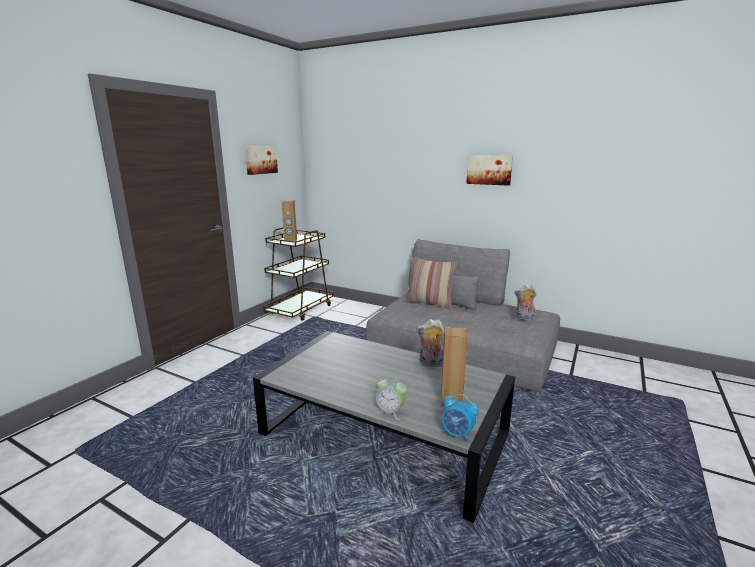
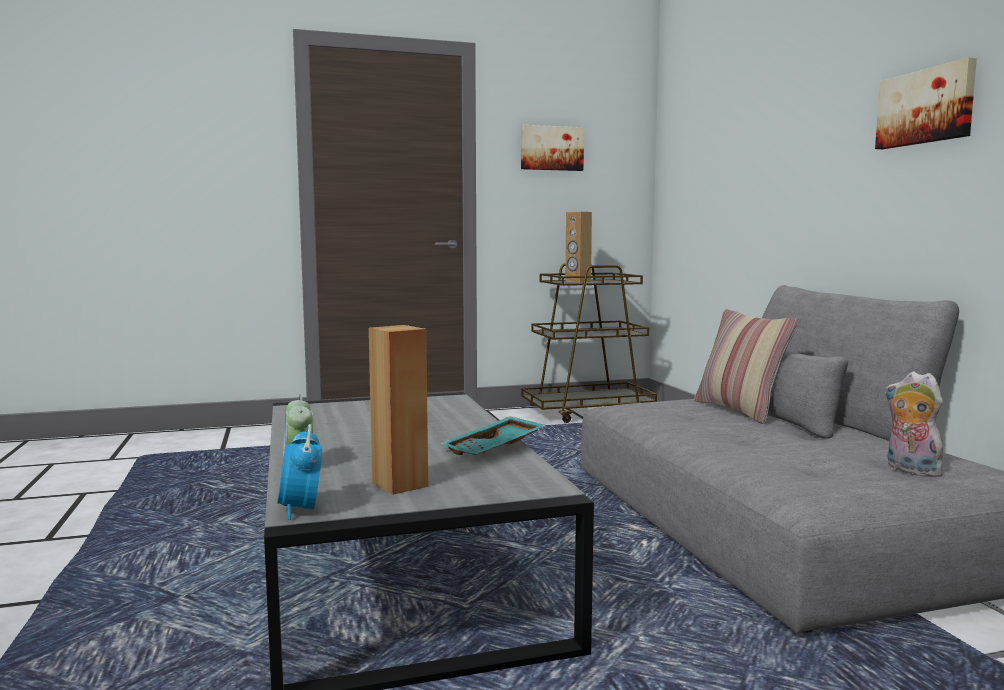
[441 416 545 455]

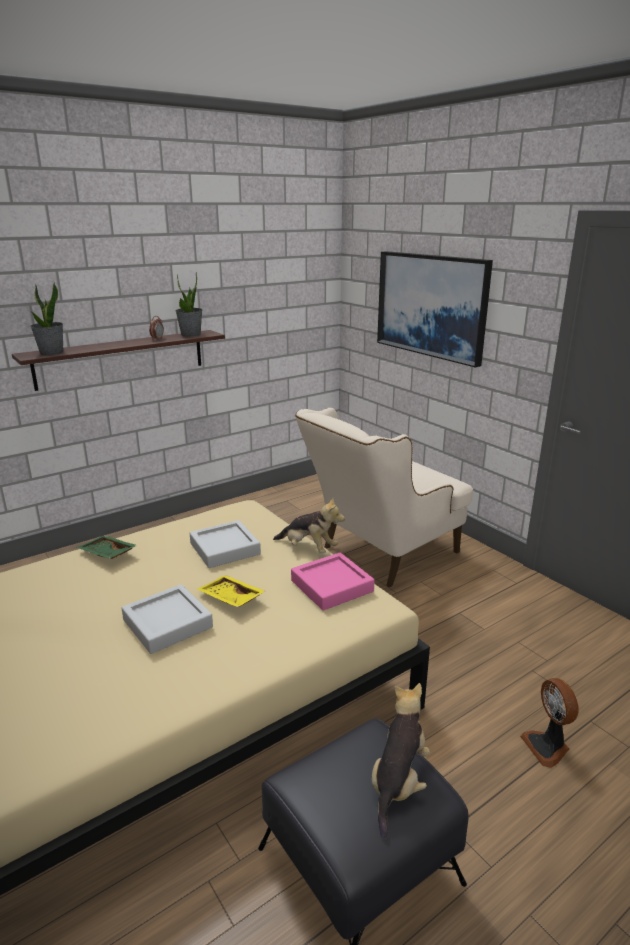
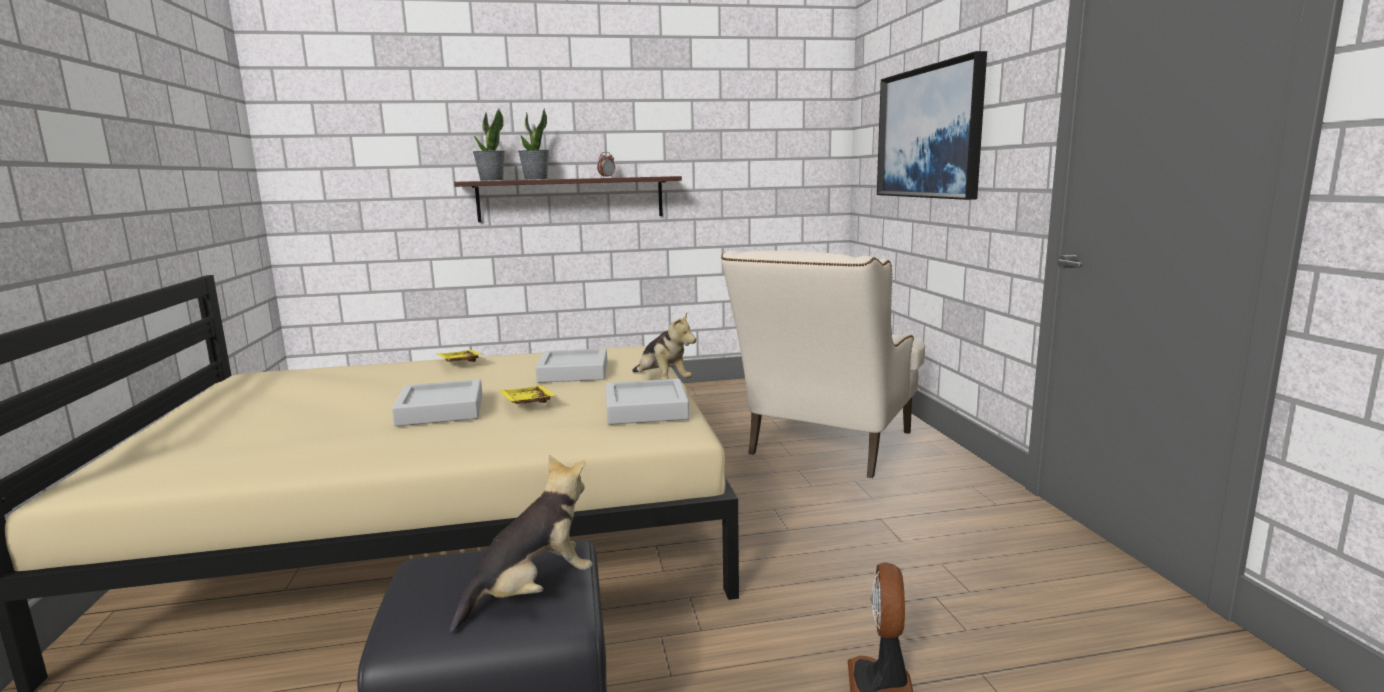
[437 350 483 362]
[518 108 549 180]
[606 379 689 425]
[721 251 925 478]

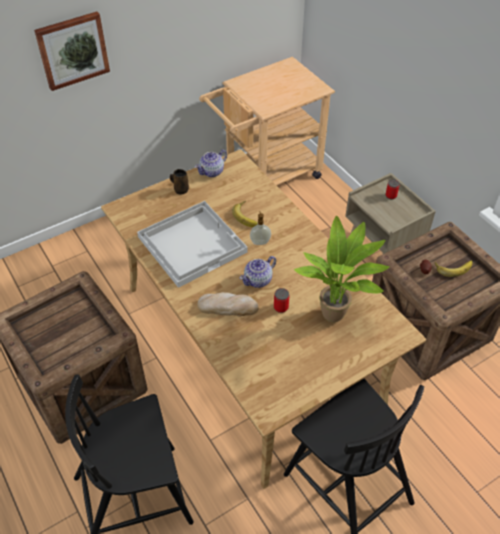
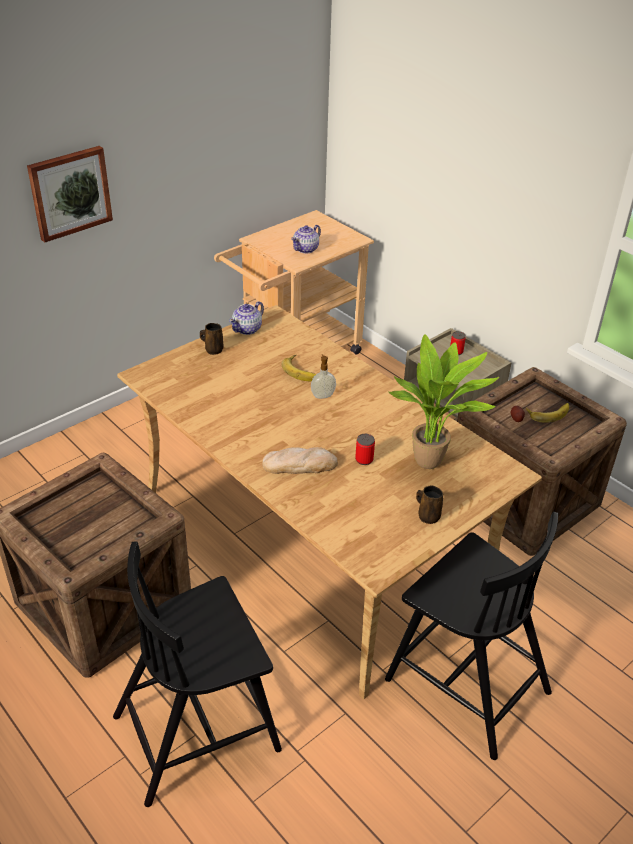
[291 225 321 254]
[416 485 443 524]
[137 201 248 288] (first image)

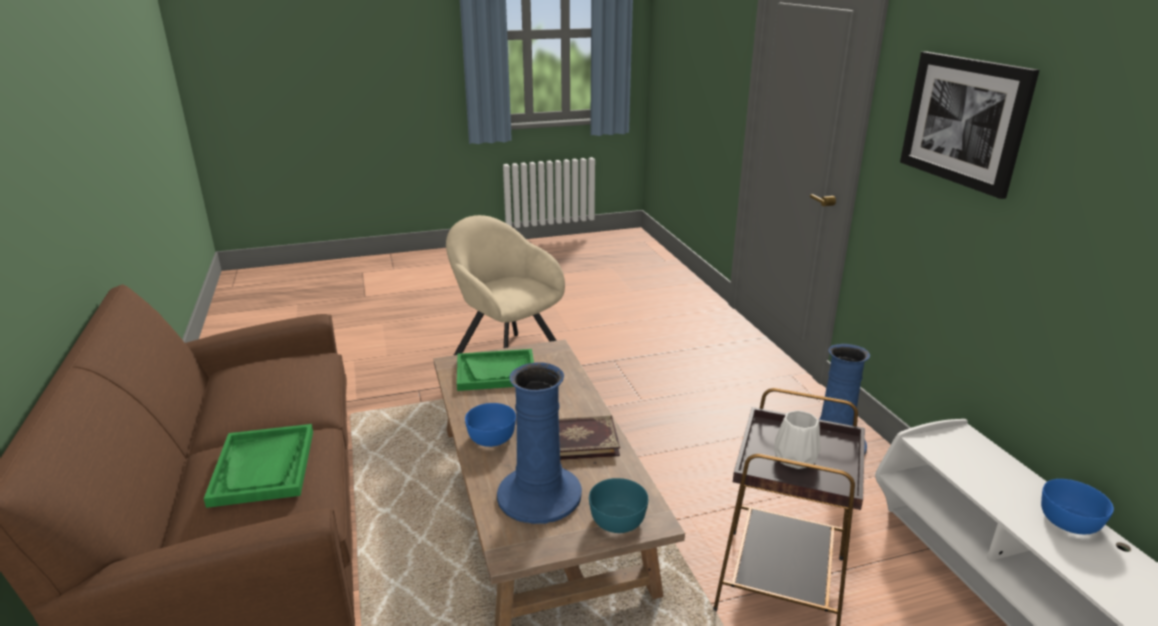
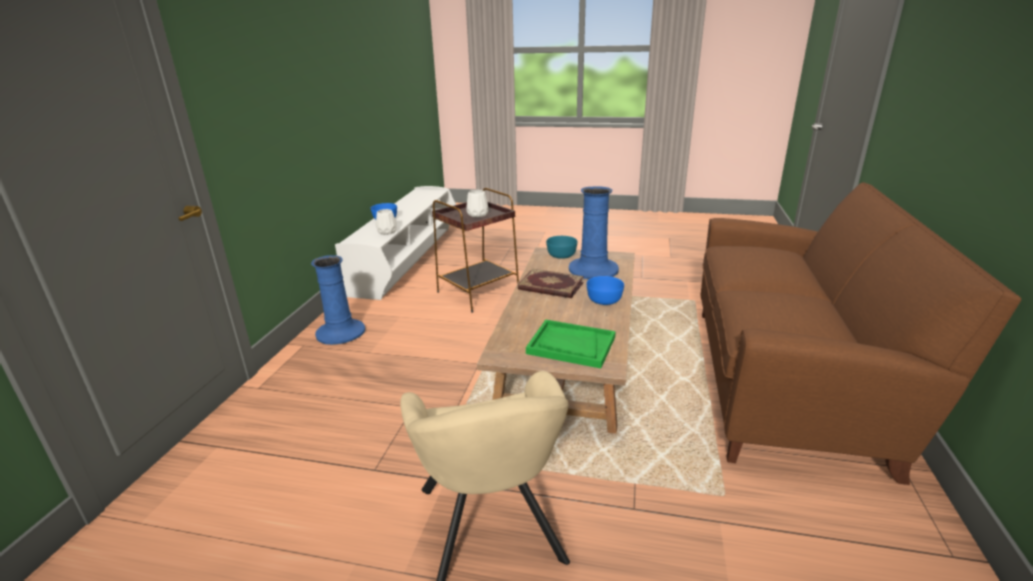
[376 209 397 235]
[204 424 313 508] (first image)
[900 51 1040 199] (first image)

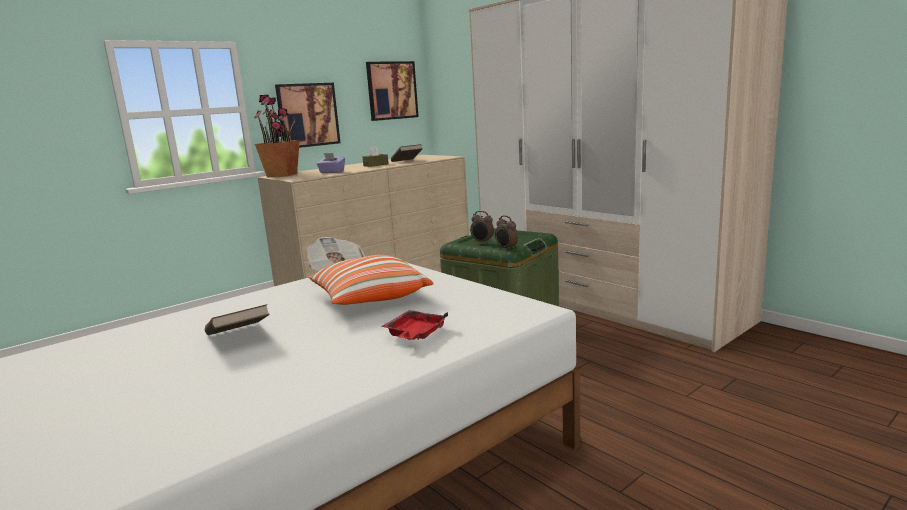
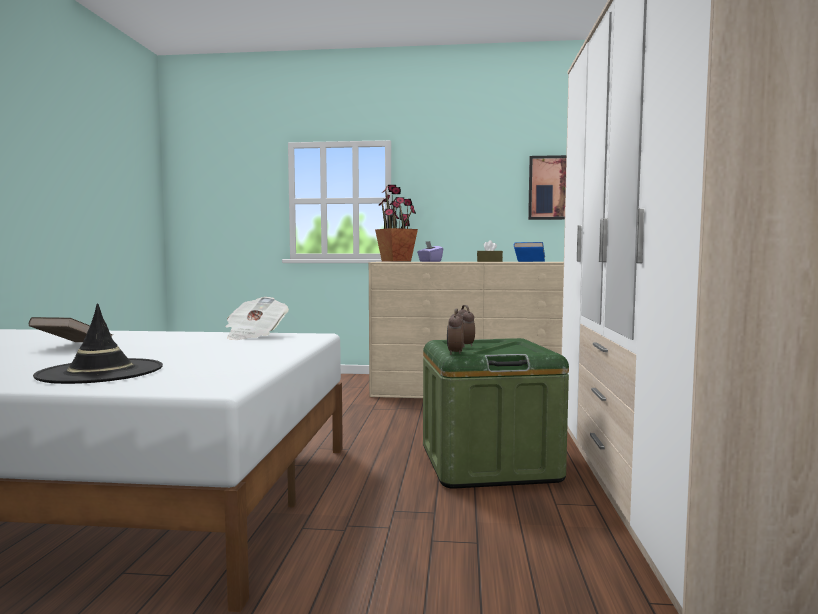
[33 303 163 384]
[514 242 545 262]
[275 83 341 148] (first image)
[308 255 434 305] (first image)

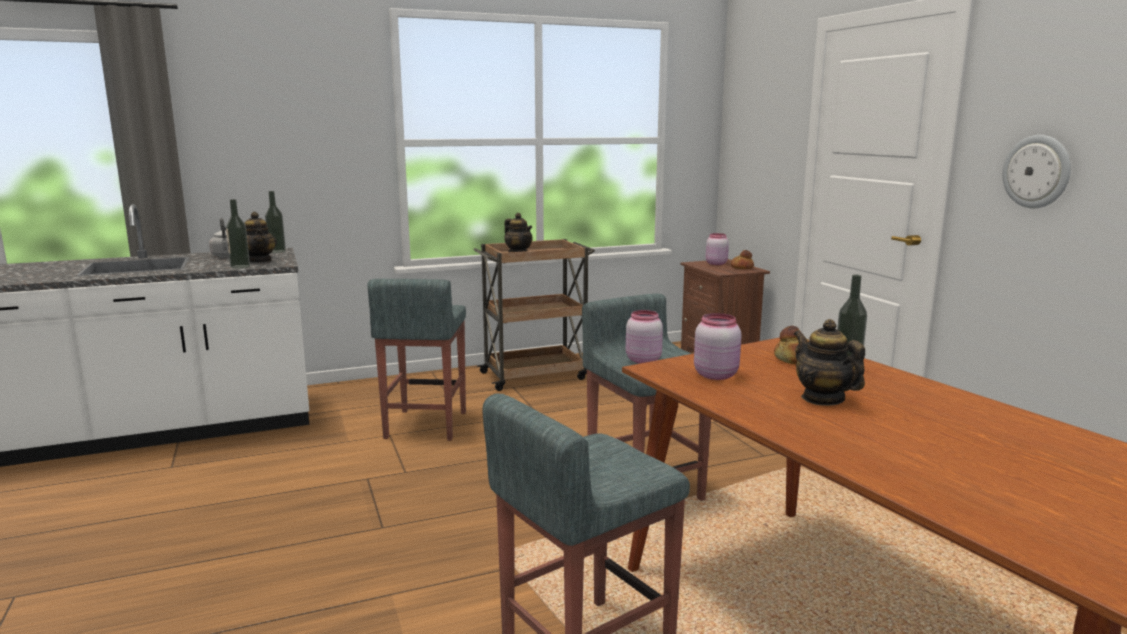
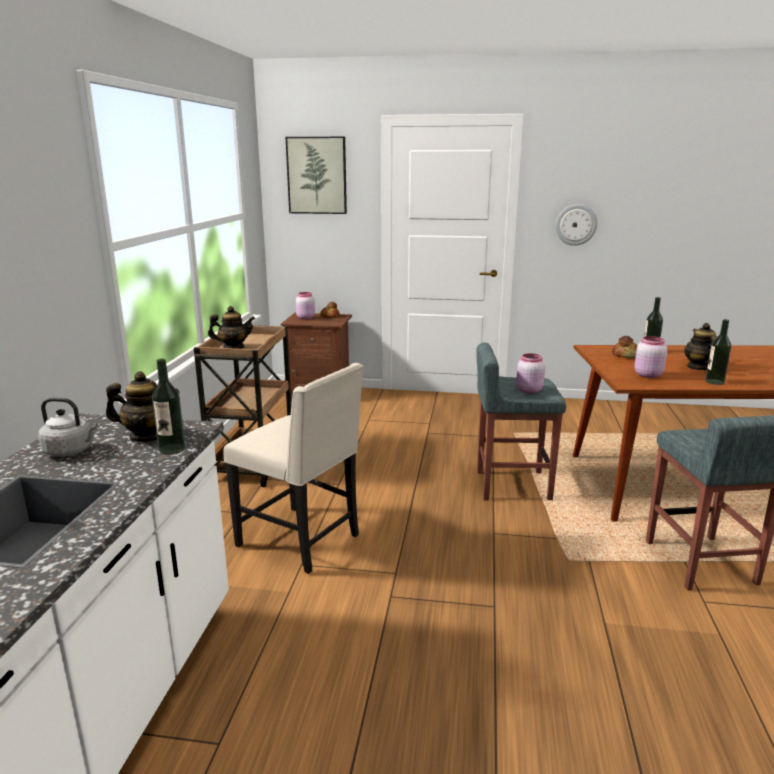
[223 363 363 574]
[285 137 347 214]
[684 323 717 370]
[705 319 731 385]

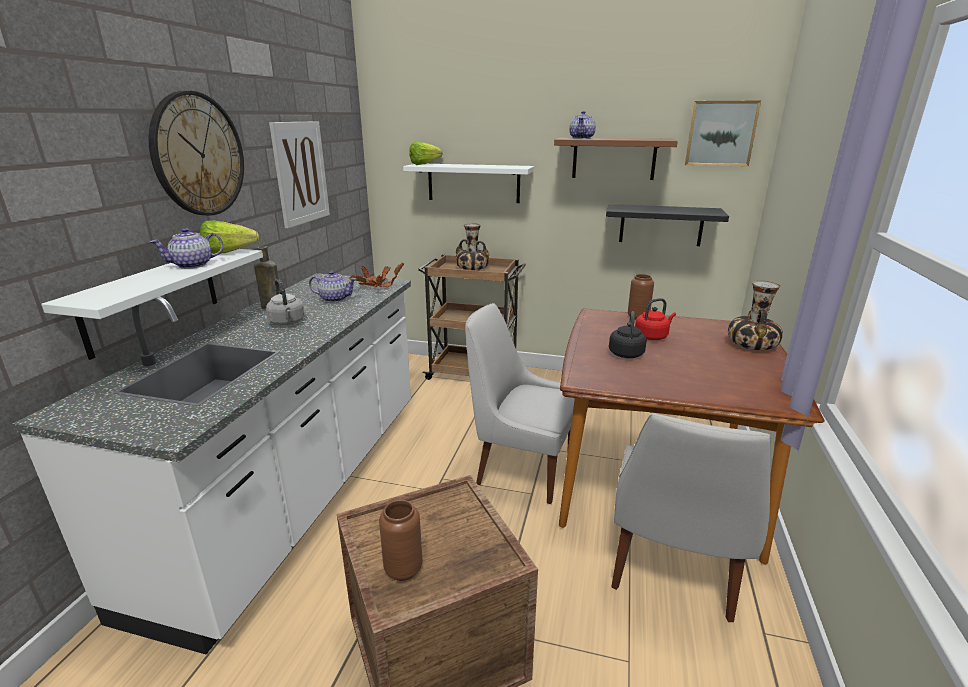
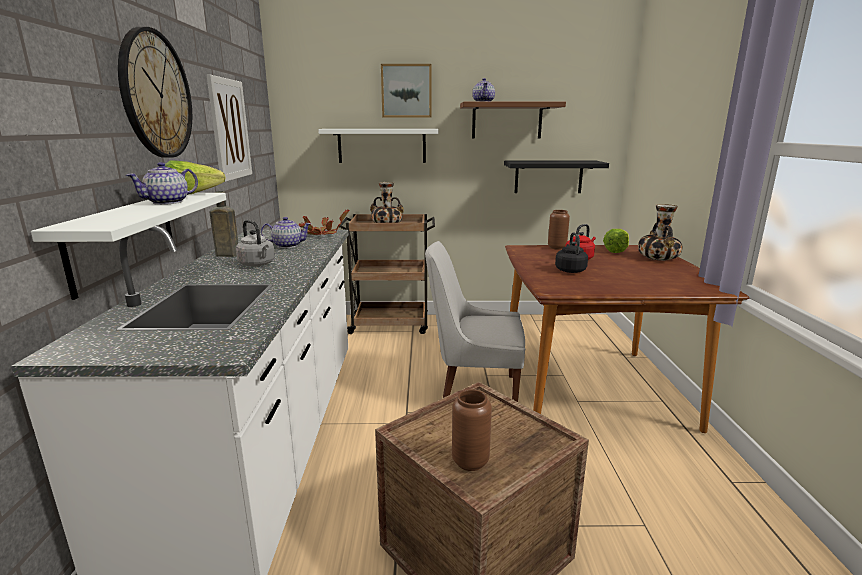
[381 64 431 118]
[603 229 629 253]
[611 414 771 622] (first image)

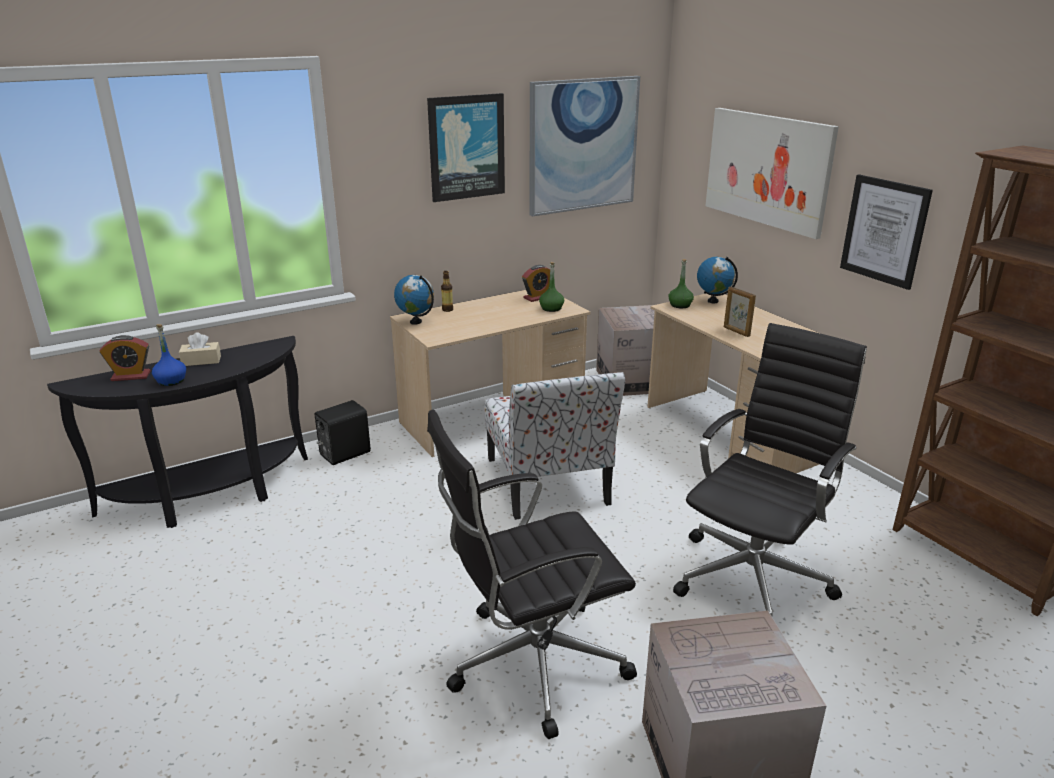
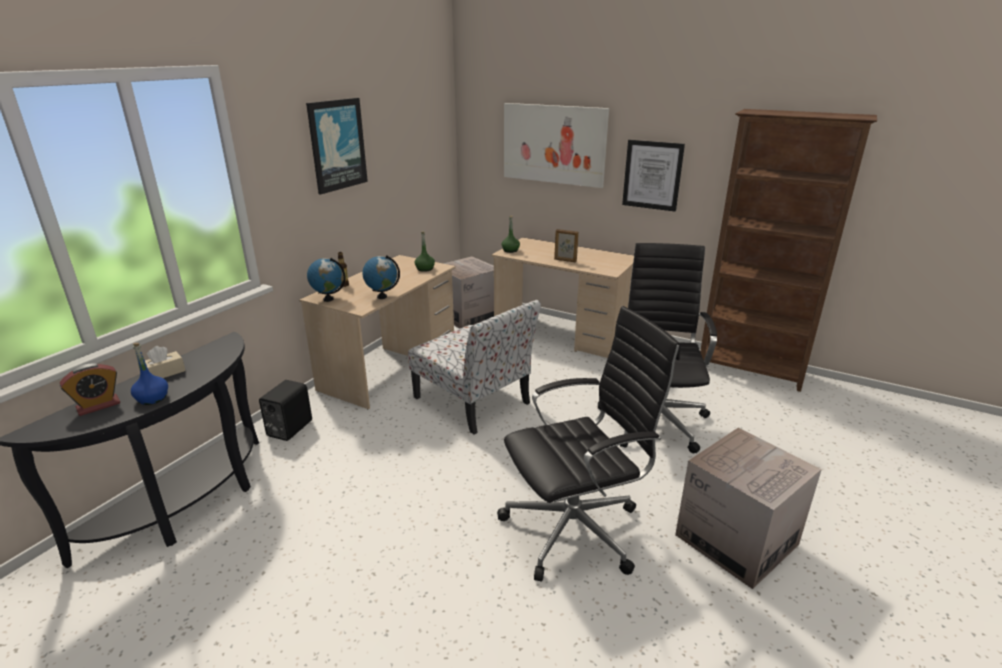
[362 255 400 299]
[497 306 680 581]
[522 265 550 302] (first image)
[530 76 640 216] (first image)

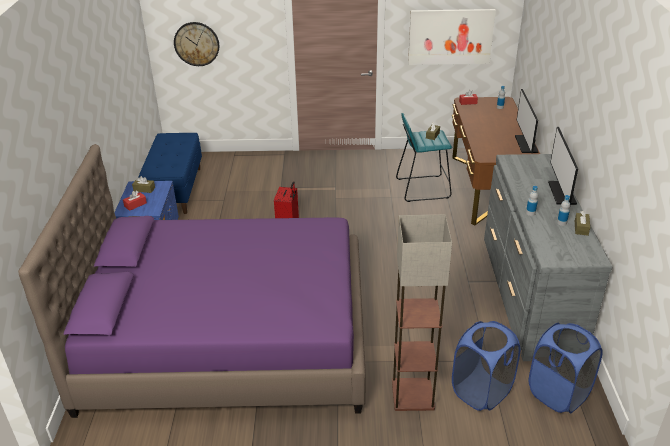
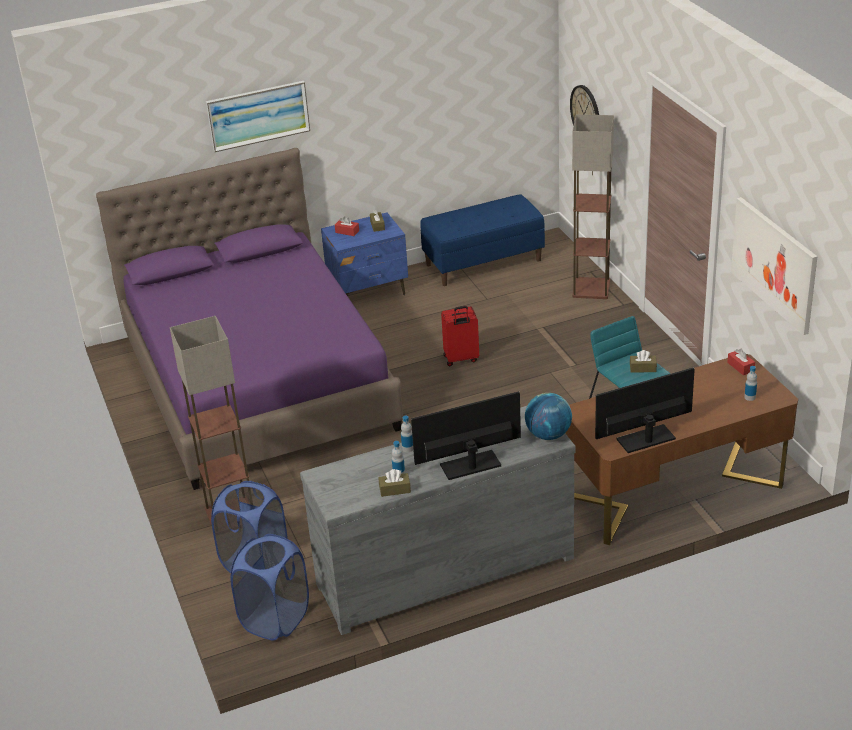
[206 81 310 152]
[525 393 572 440]
[572 114 614 299]

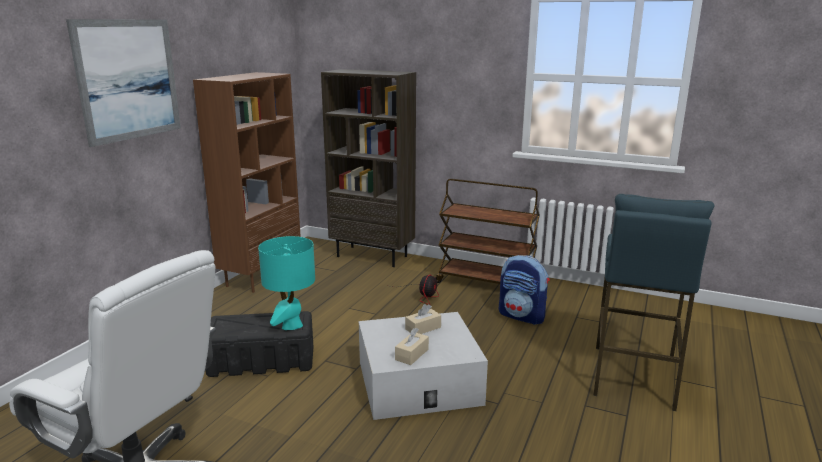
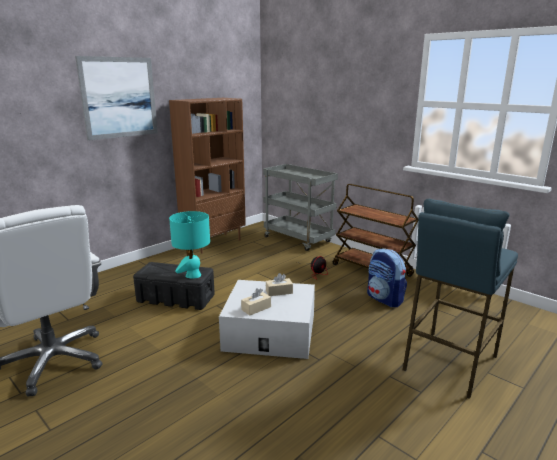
[263 164 338 251]

